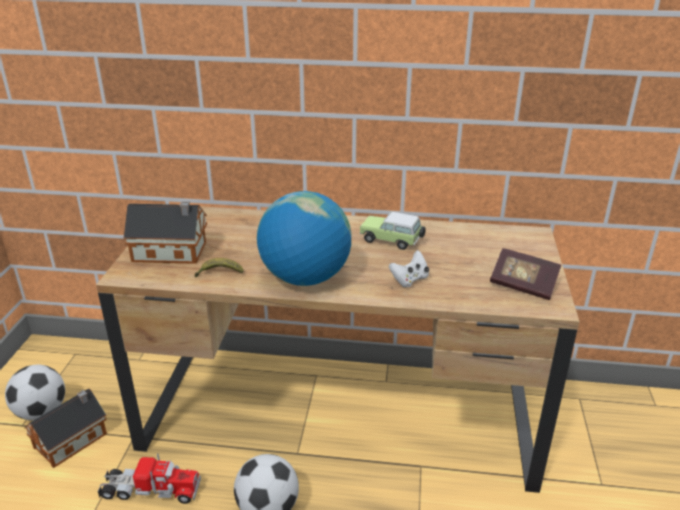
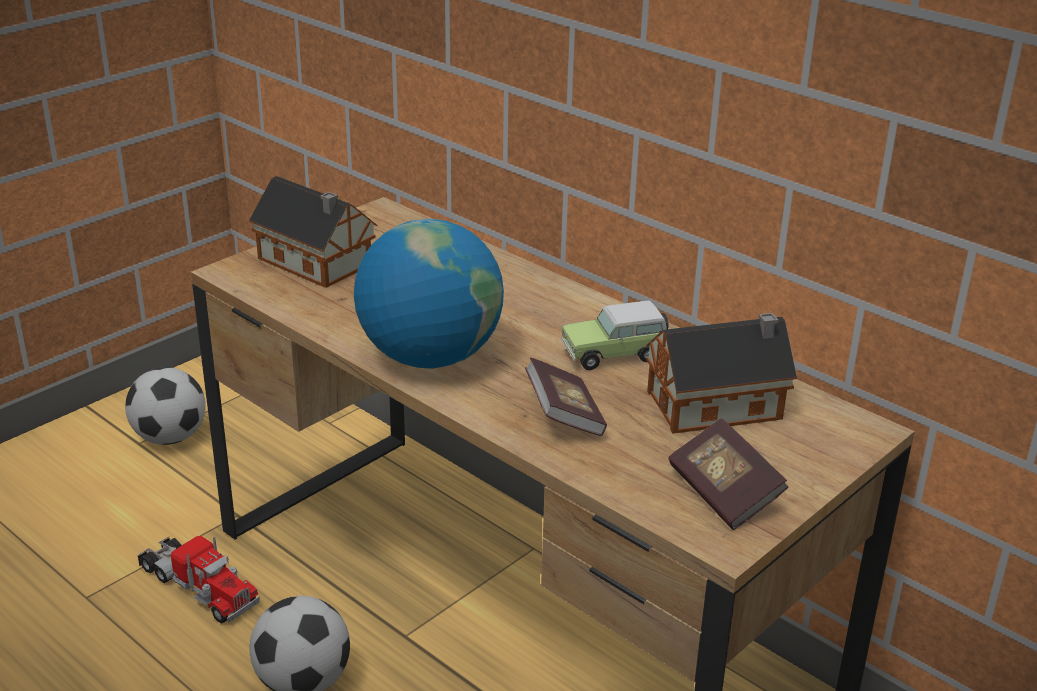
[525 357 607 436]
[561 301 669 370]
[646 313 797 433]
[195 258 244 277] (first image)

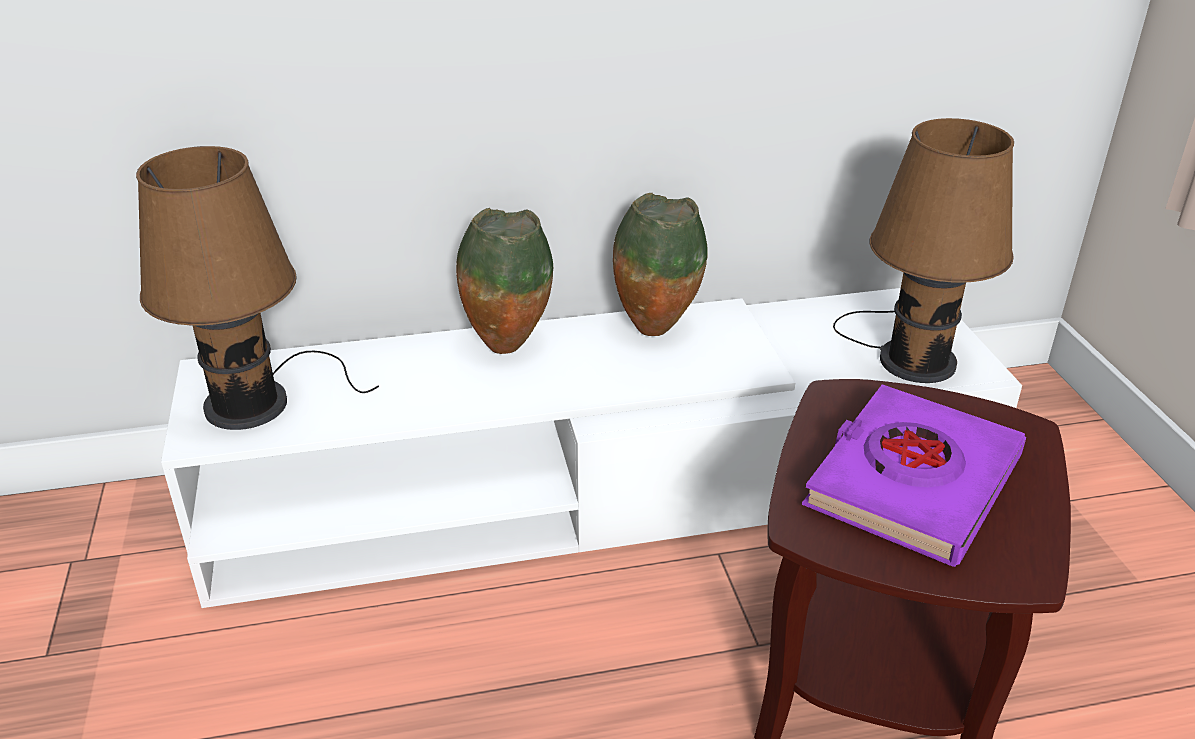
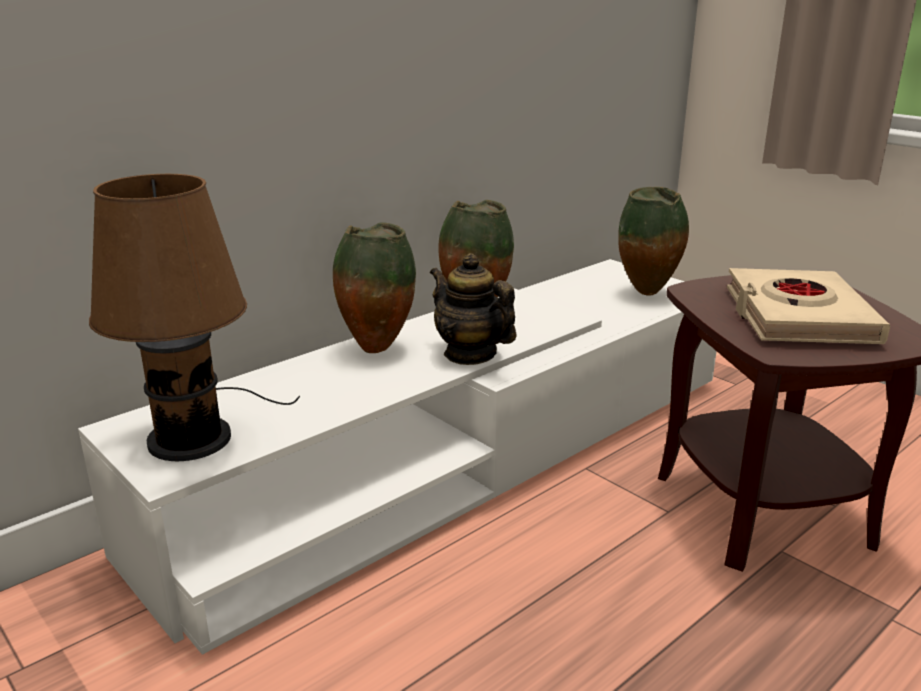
[430 253 516 365]
[618 187 689 296]
[727 268 891 344]

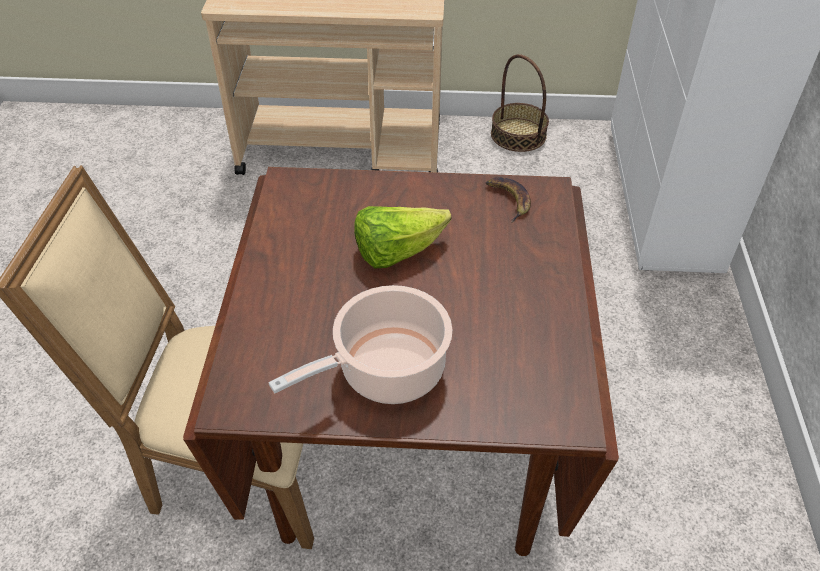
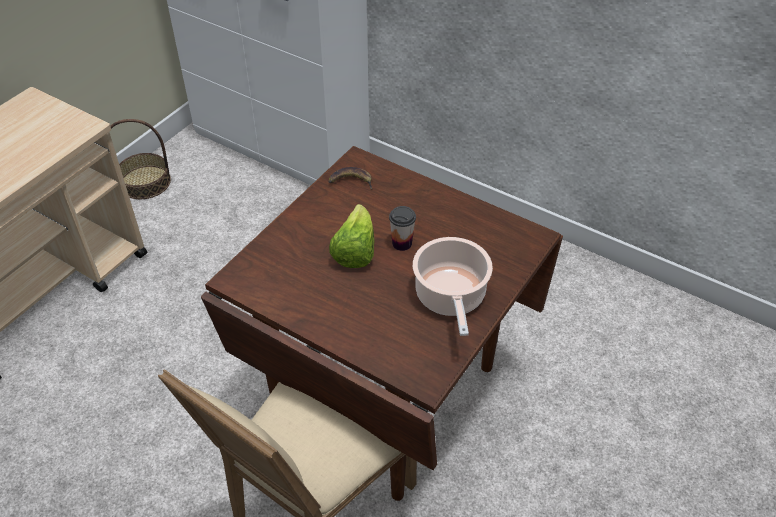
[389 206 416 251]

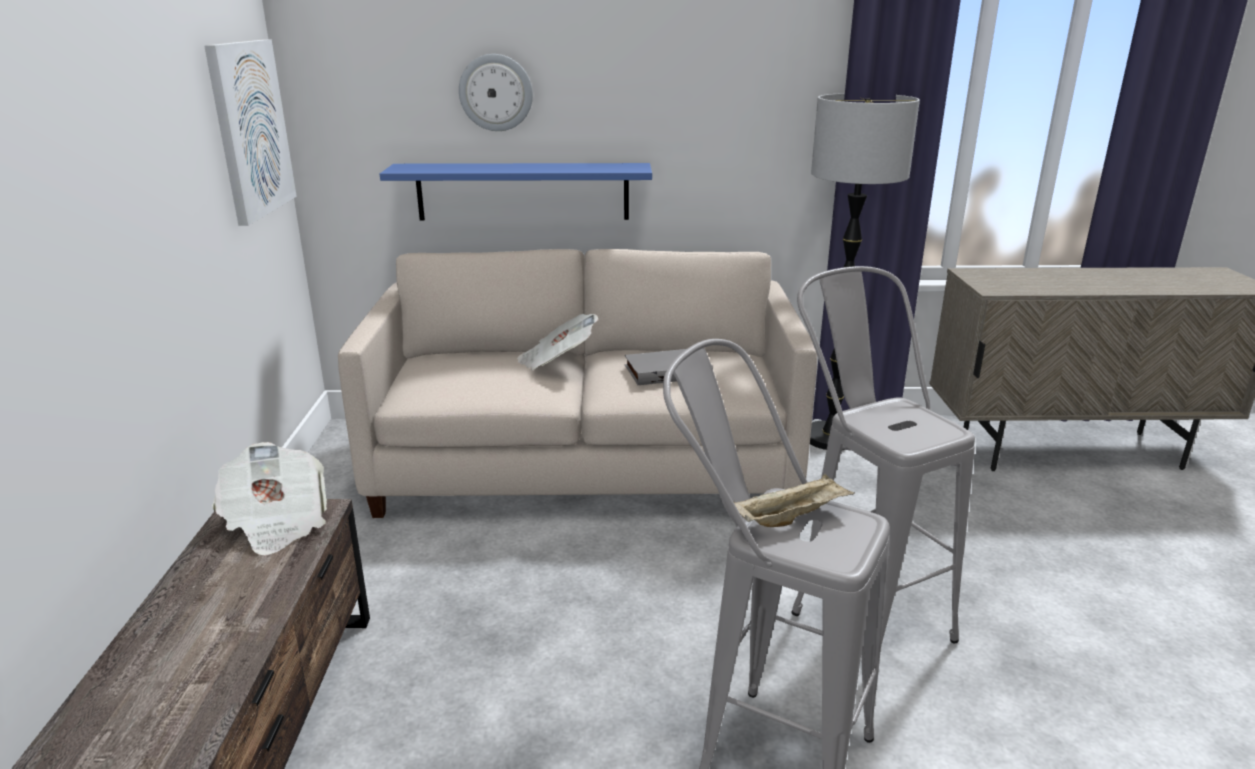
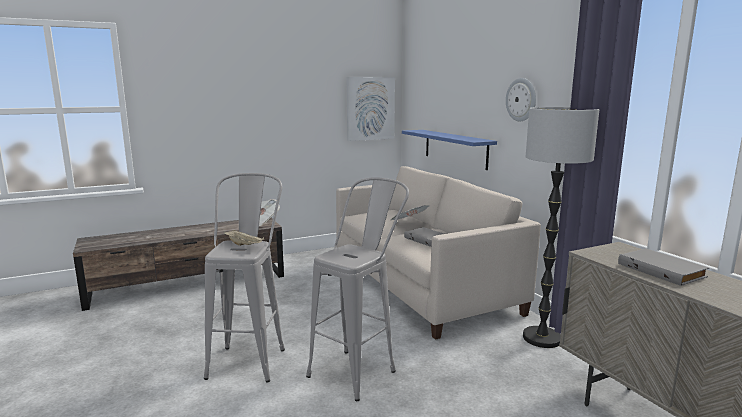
[506 78 536 121]
[618 248 709 286]

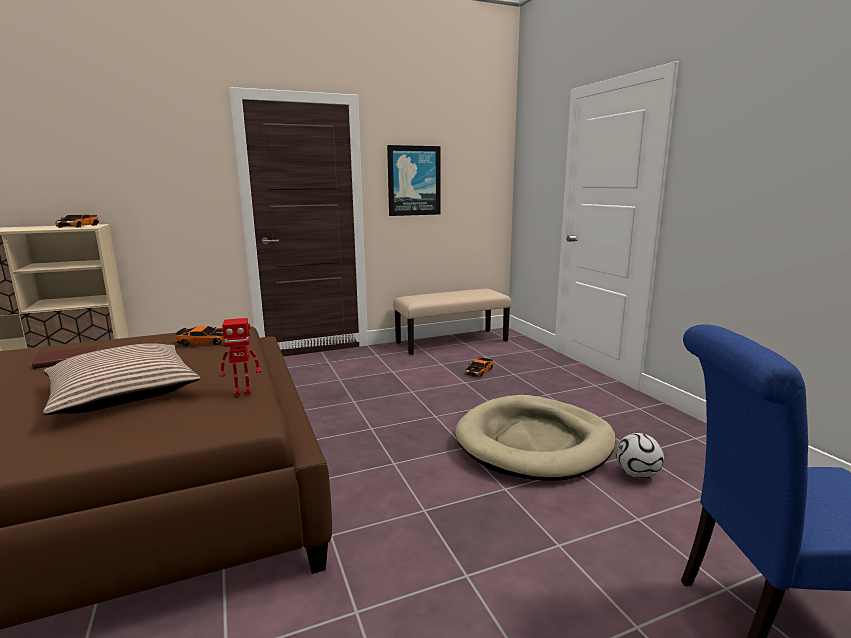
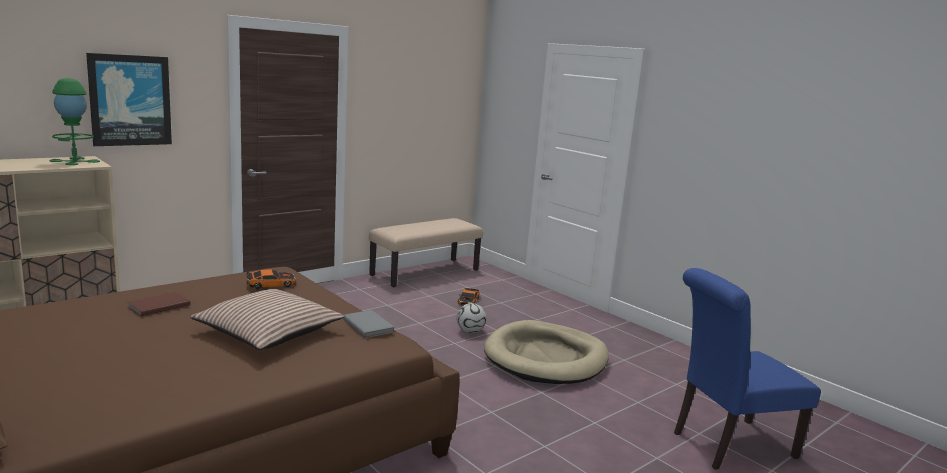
[50 78 100 165]
[86 53 172 146]
[343 310 394 338]
[457 303 486 333]

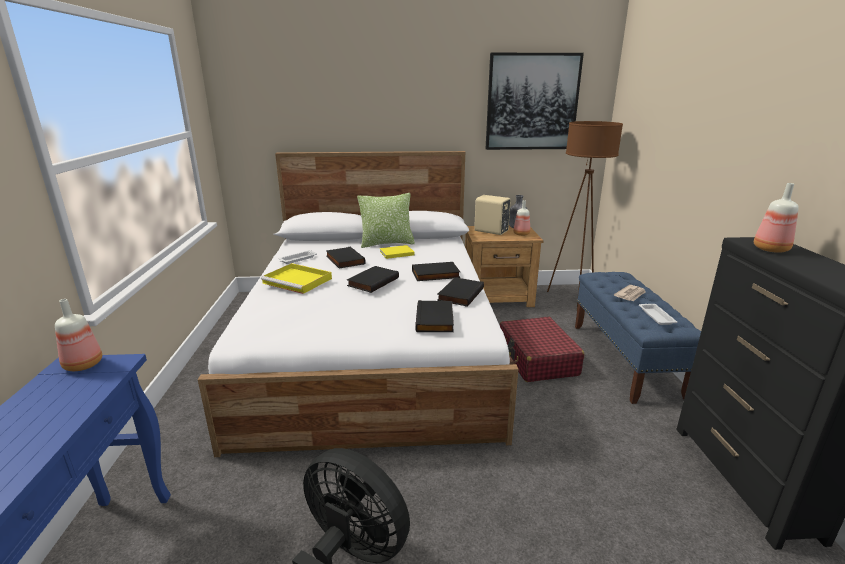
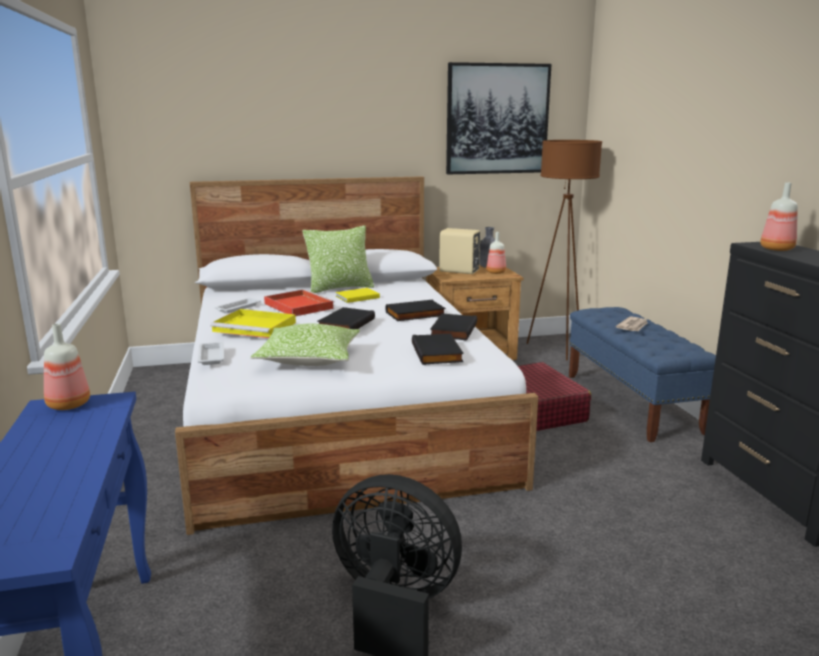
[198 342 224 365]
[250 324 360 366]
[264 289 335 316]

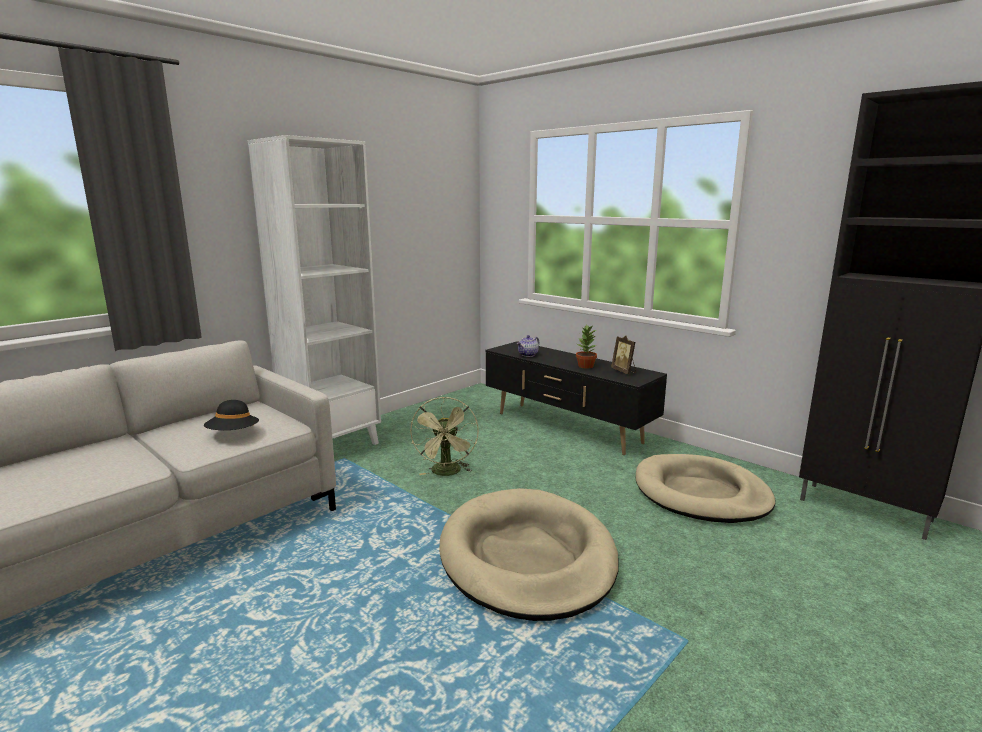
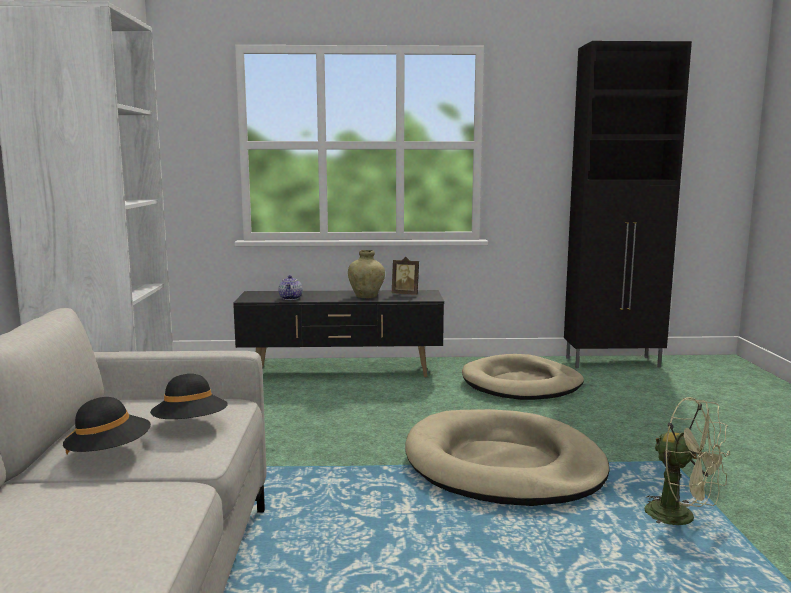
[63 397 151 454]
[348 250 385 298]
[645 397 730 525]

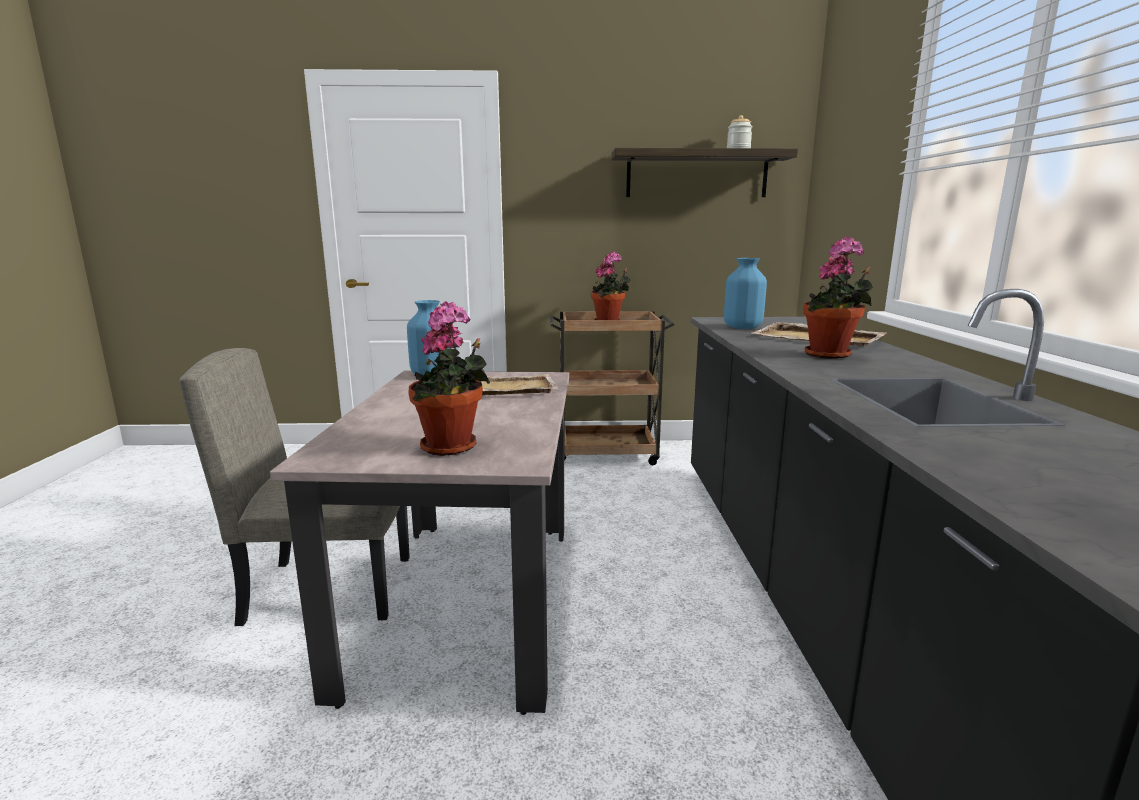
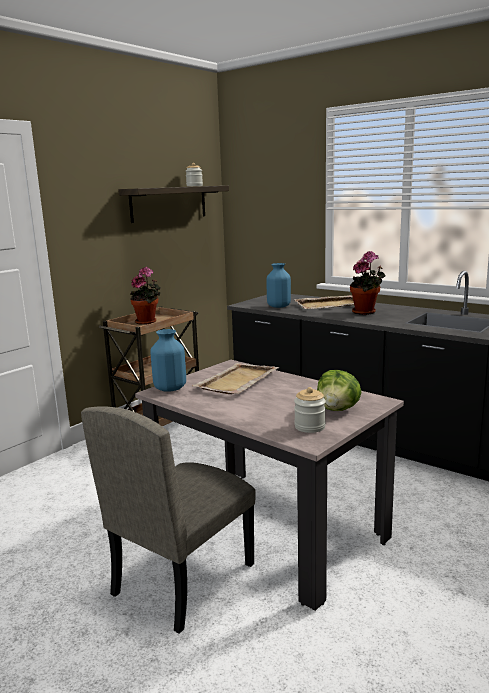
[294 387 326 433]
[317 370 361 411]

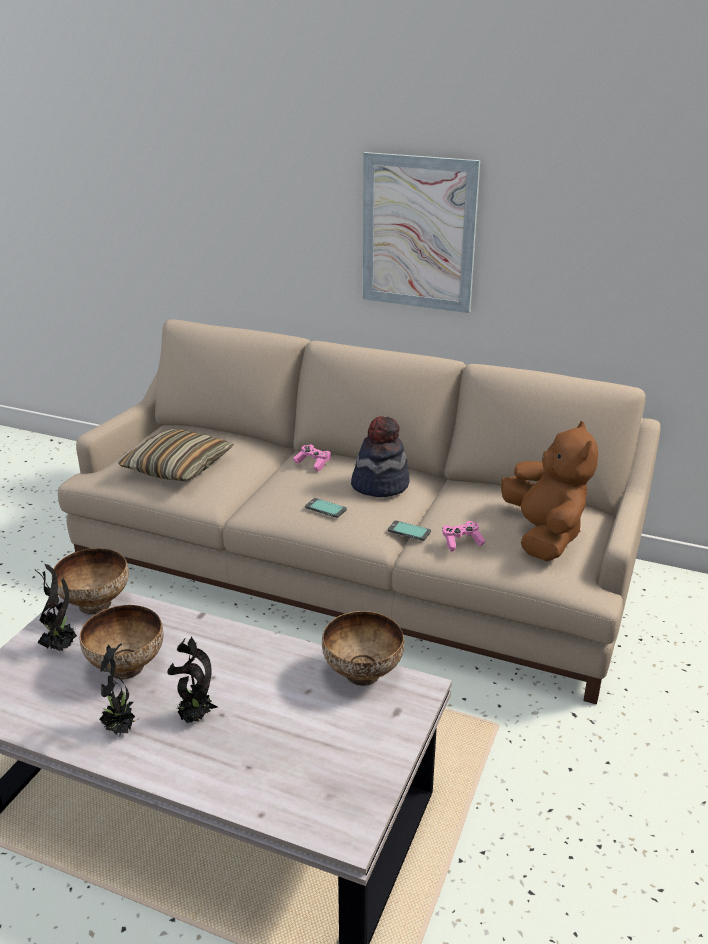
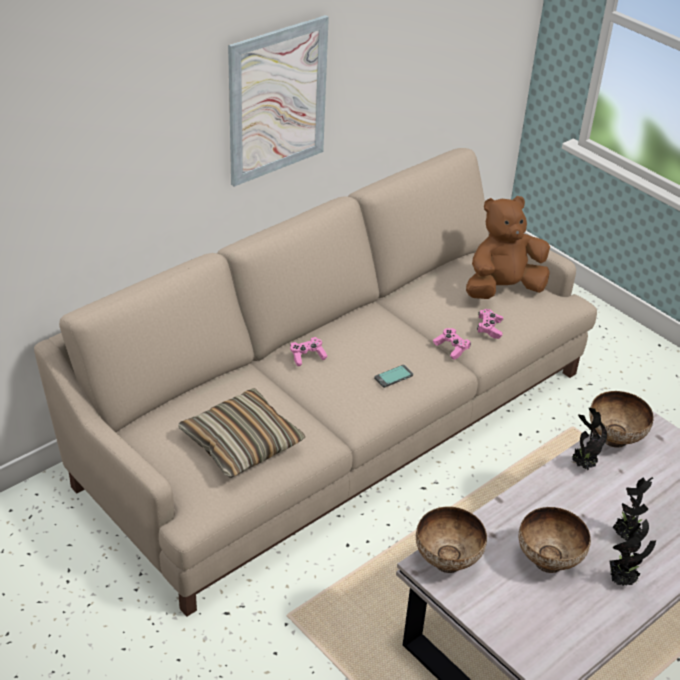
[433 328 471 360]
[466 196 550 299]
[572 408 607 470]
[351 416 409 497] (first image)

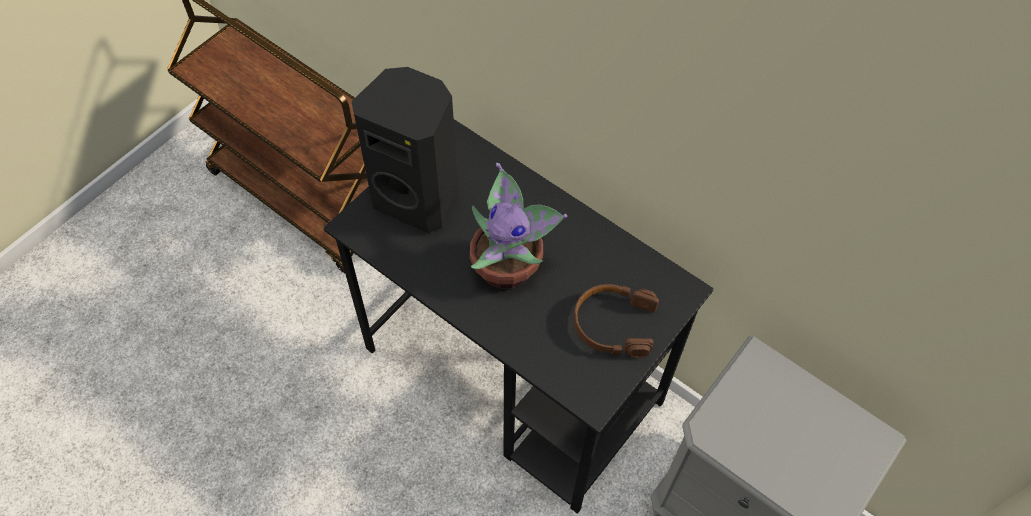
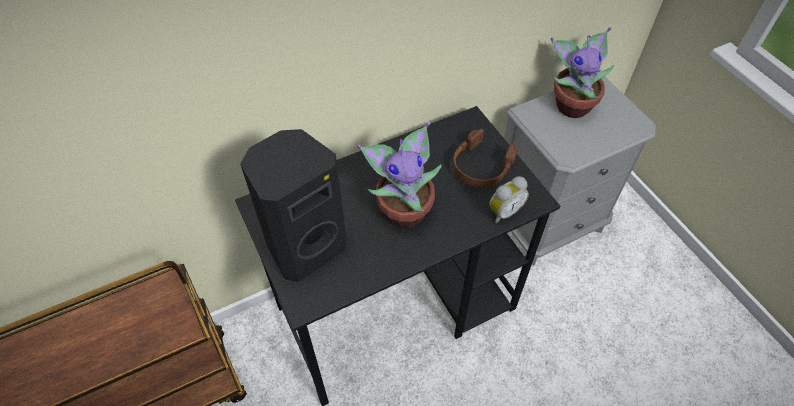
[489 176 529 223]
[551 27 614 118]

